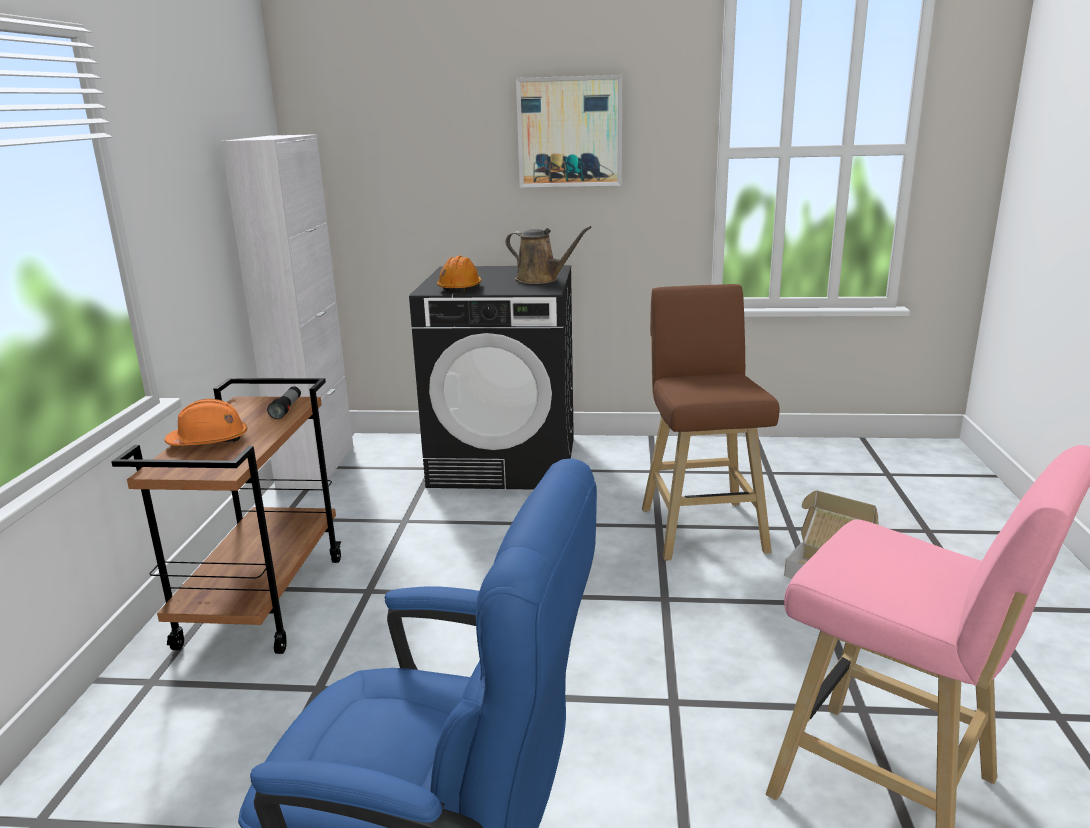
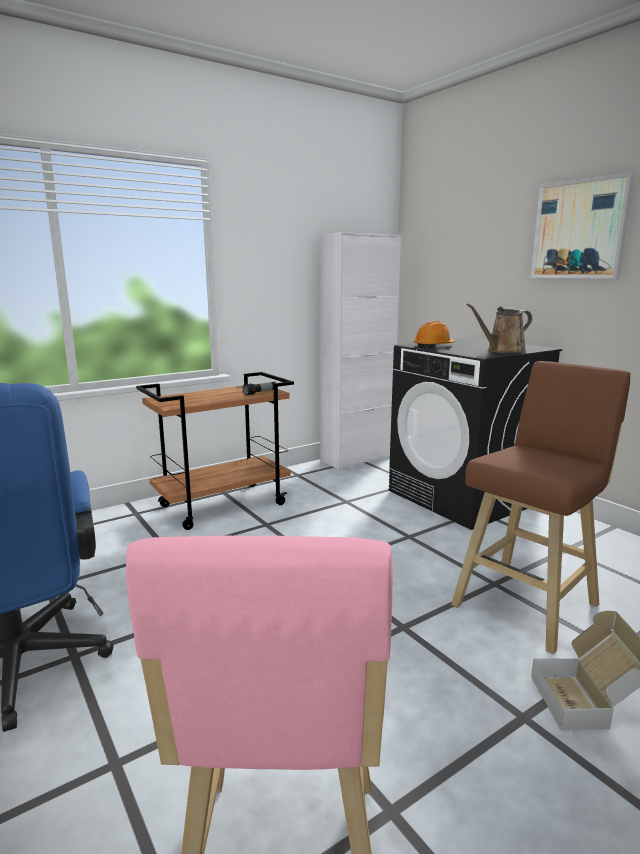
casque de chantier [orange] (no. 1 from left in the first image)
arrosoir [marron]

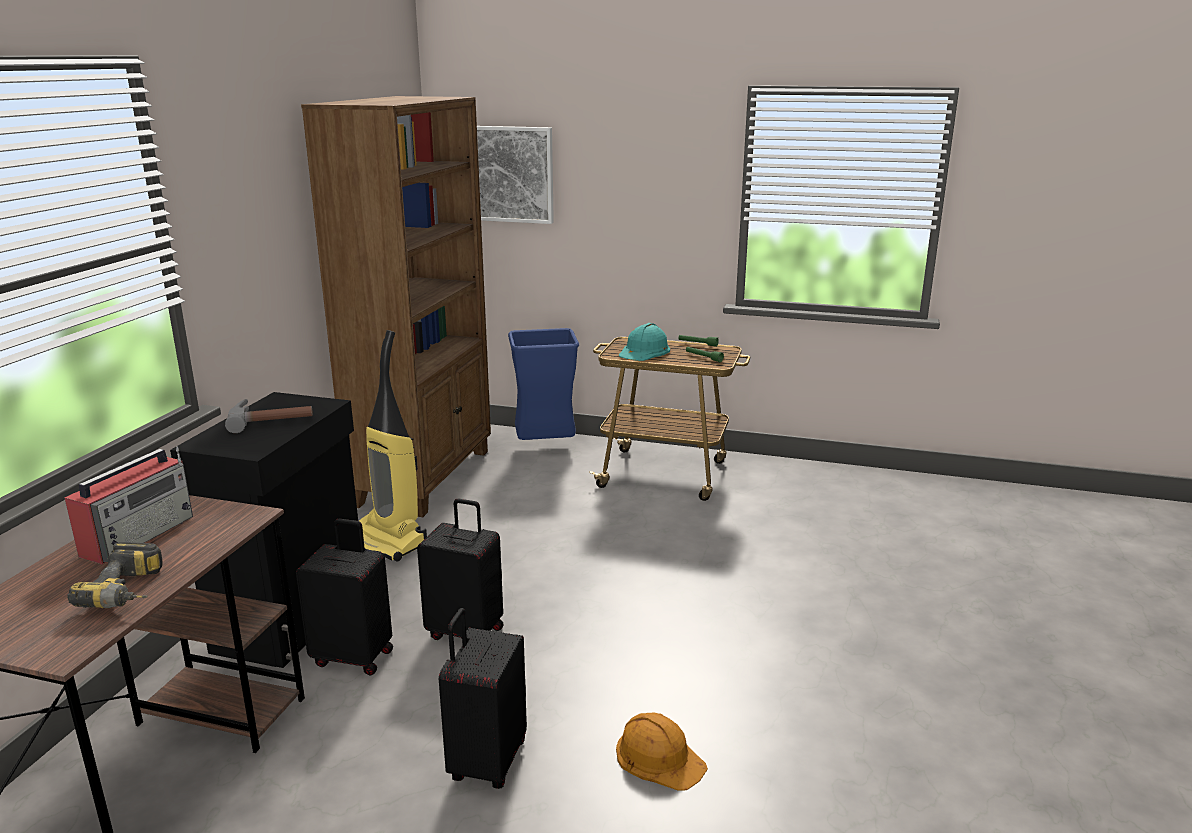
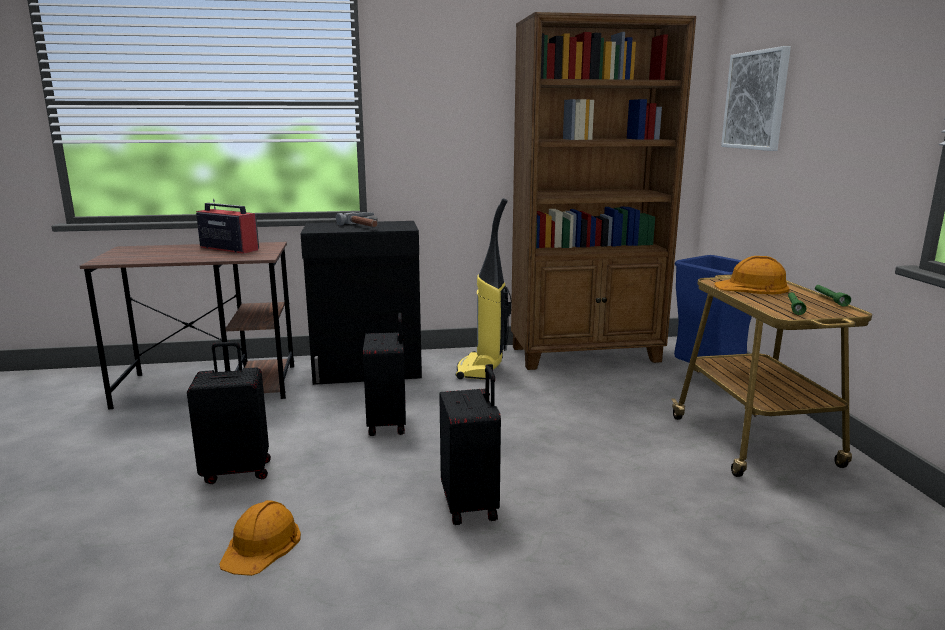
perceuse
valise [noir] (no. 3 from left)
casque de chantier [orange] (no. 2 from left)
radio

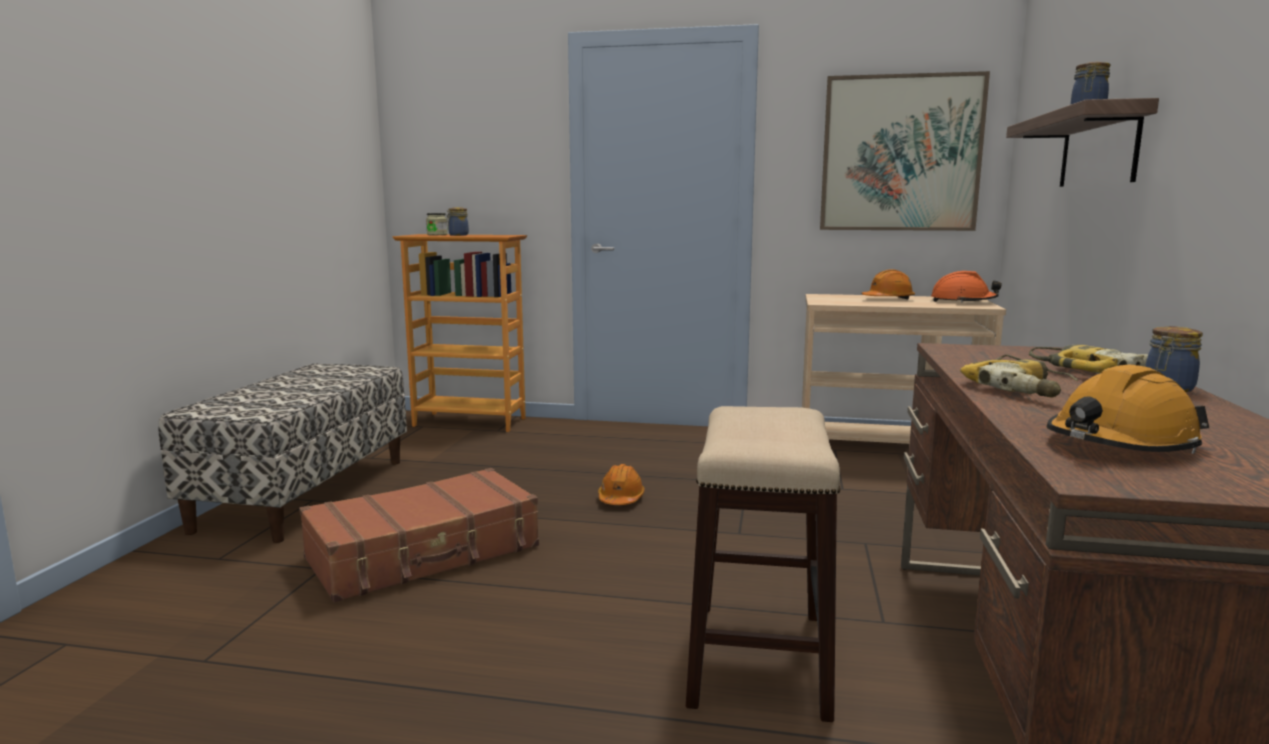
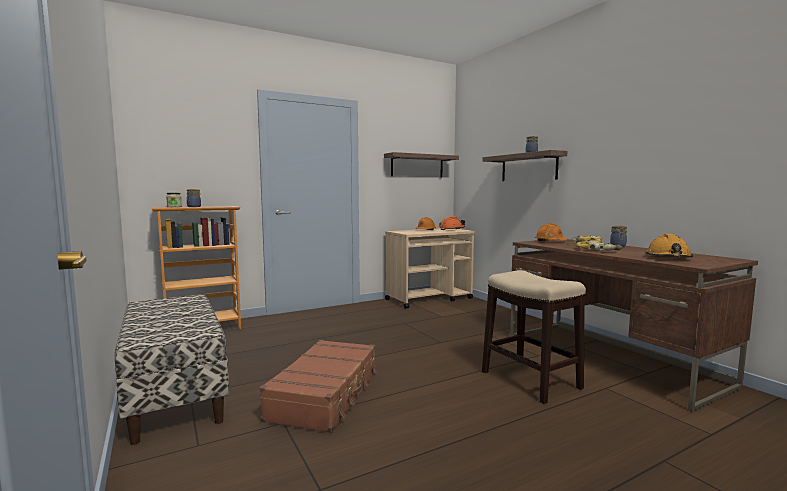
casque de chantier [orange] (no. 3 from left)
étagère (no. 1 from left)

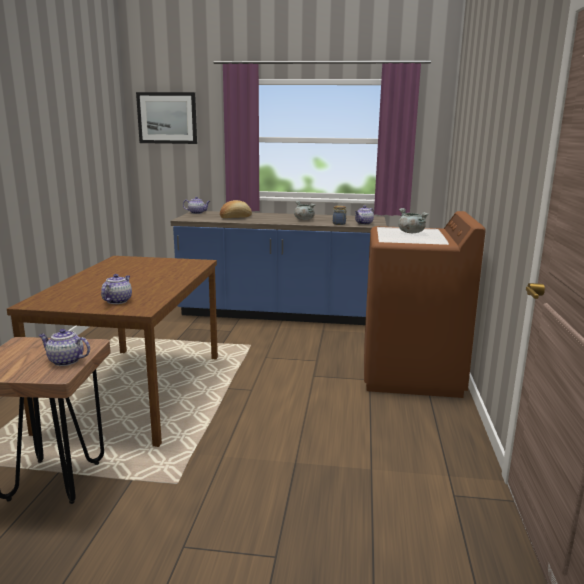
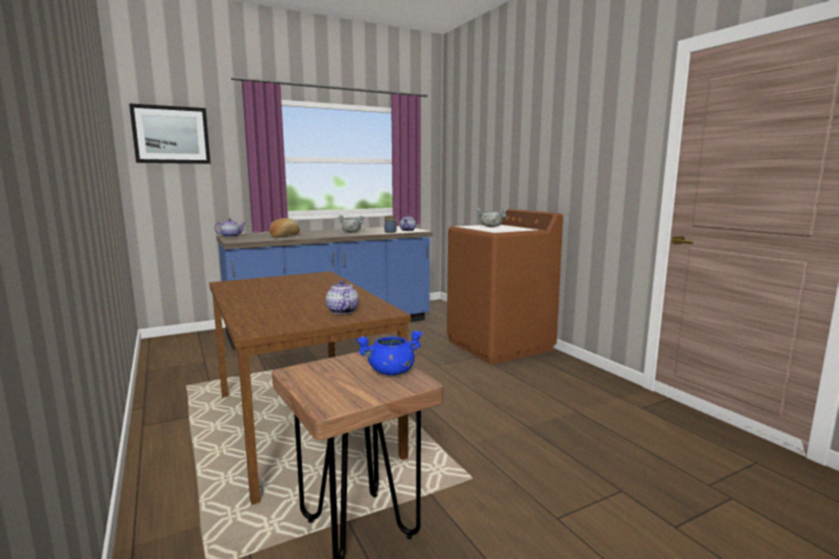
marmite [bleu]

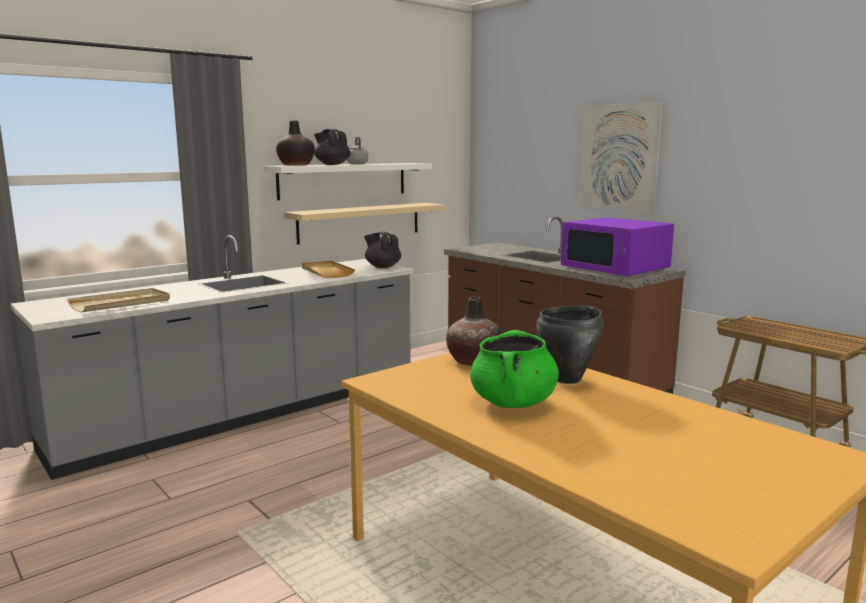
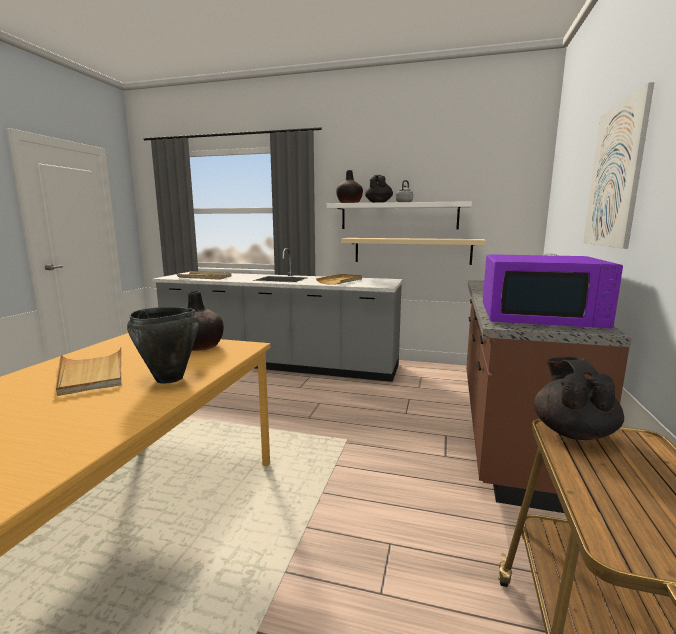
théière [noir] (no. 2 from left)
plateau [beige] (no. 1 from left)
micro-ondes [violet]

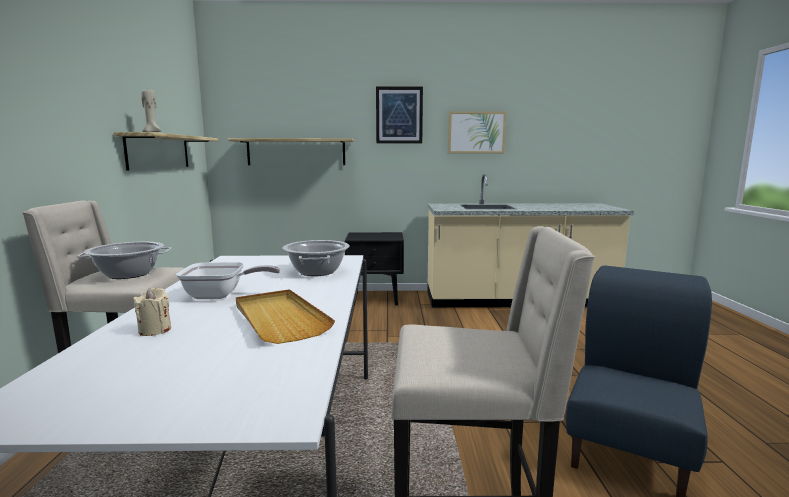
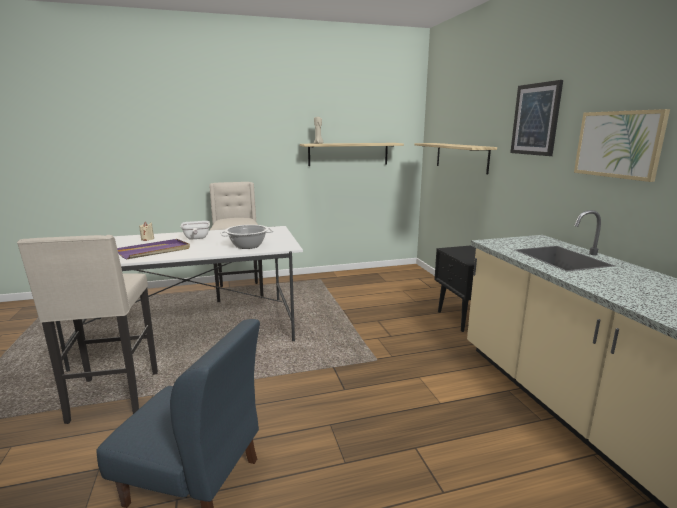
marmite (no. 1 from left in the first image)
plateau [violet]

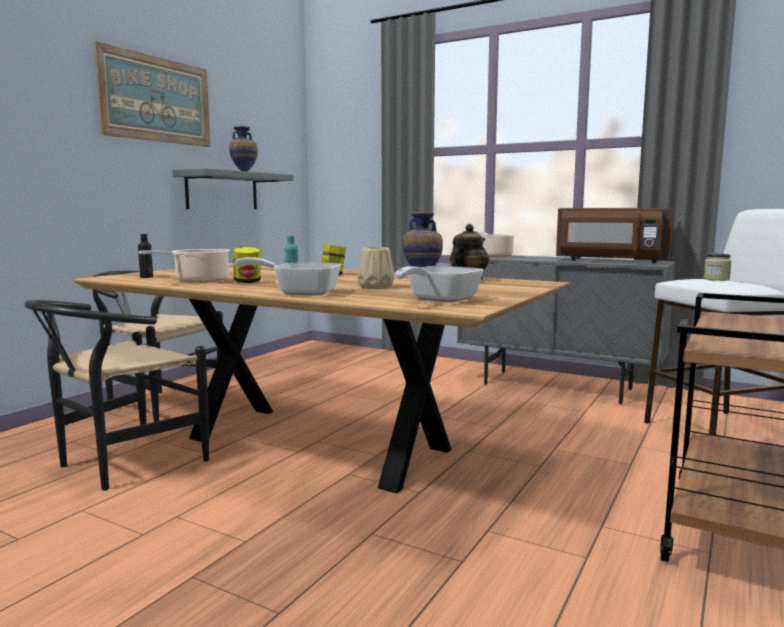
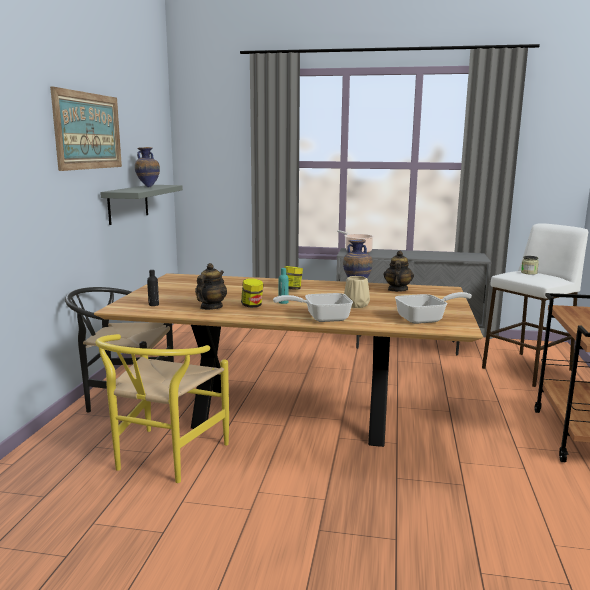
micro-ondes [marron]
théière (no. 1 from left)
chaise [jaune]
poêle (no. 2 from left)

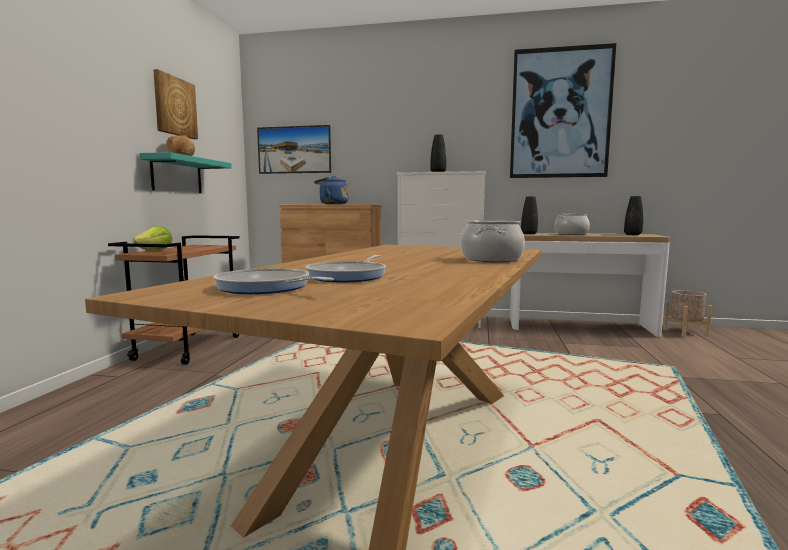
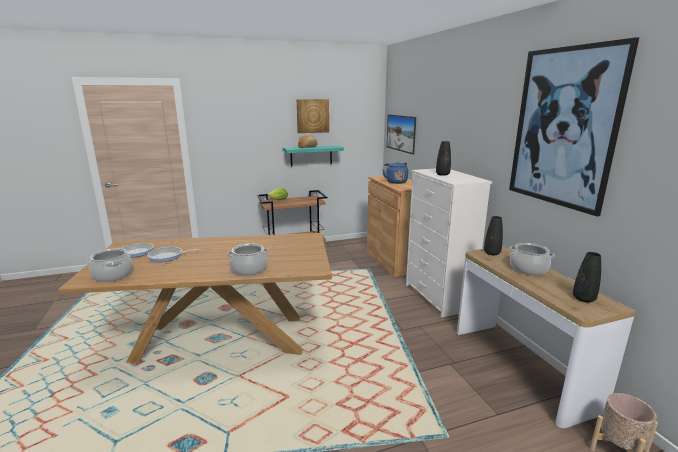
marmite (no. 1 from left)

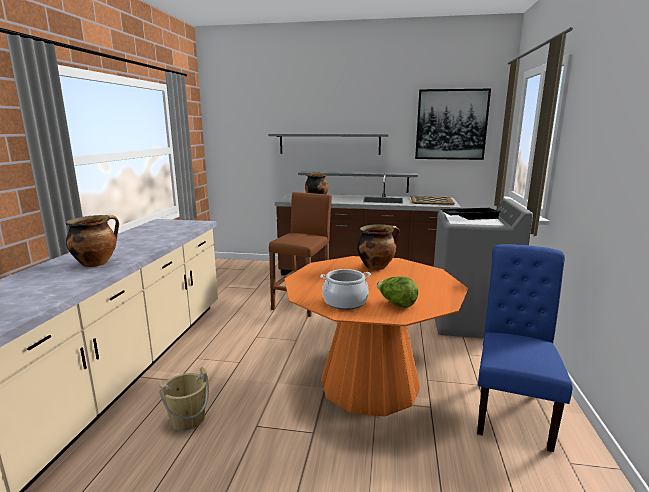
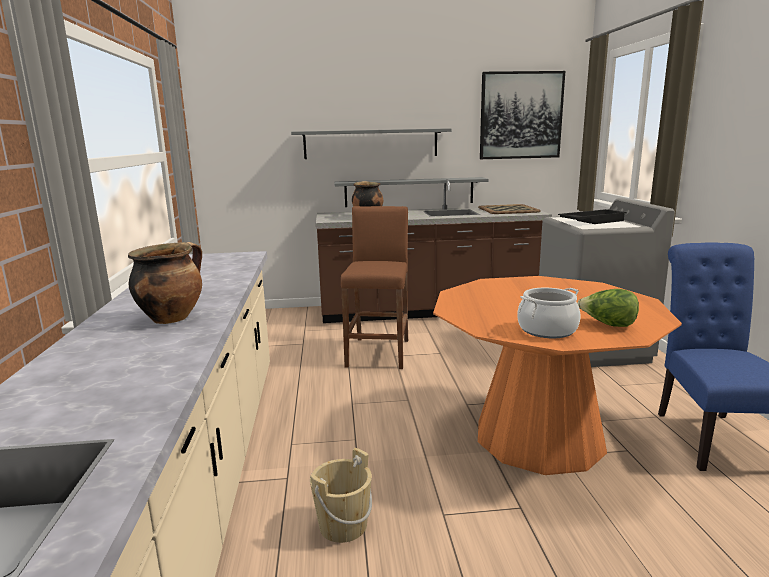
marmite (no. 4 from left in the first image)

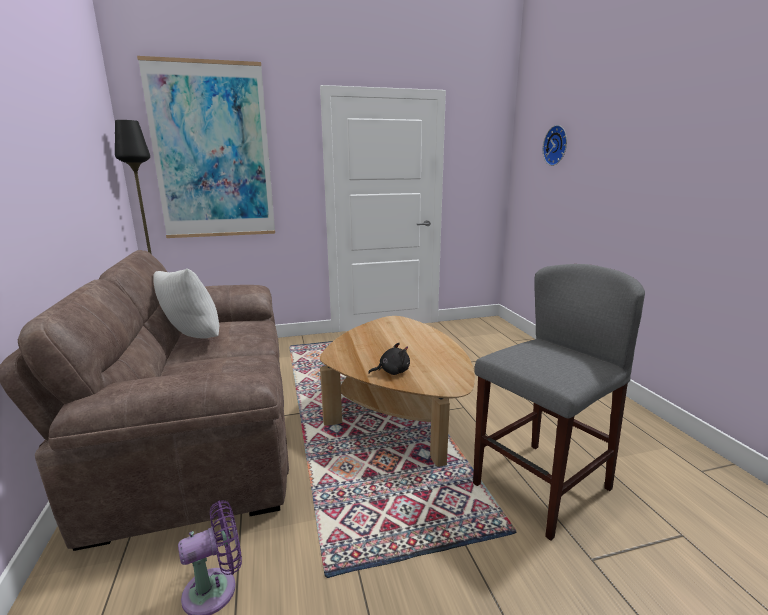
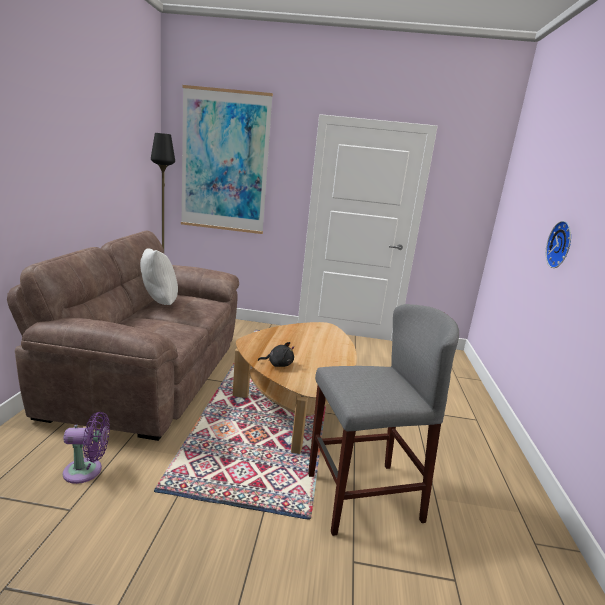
horloge murale

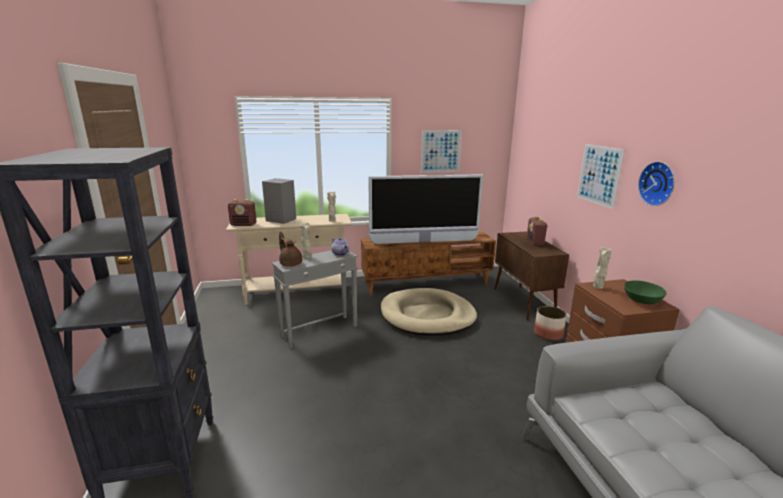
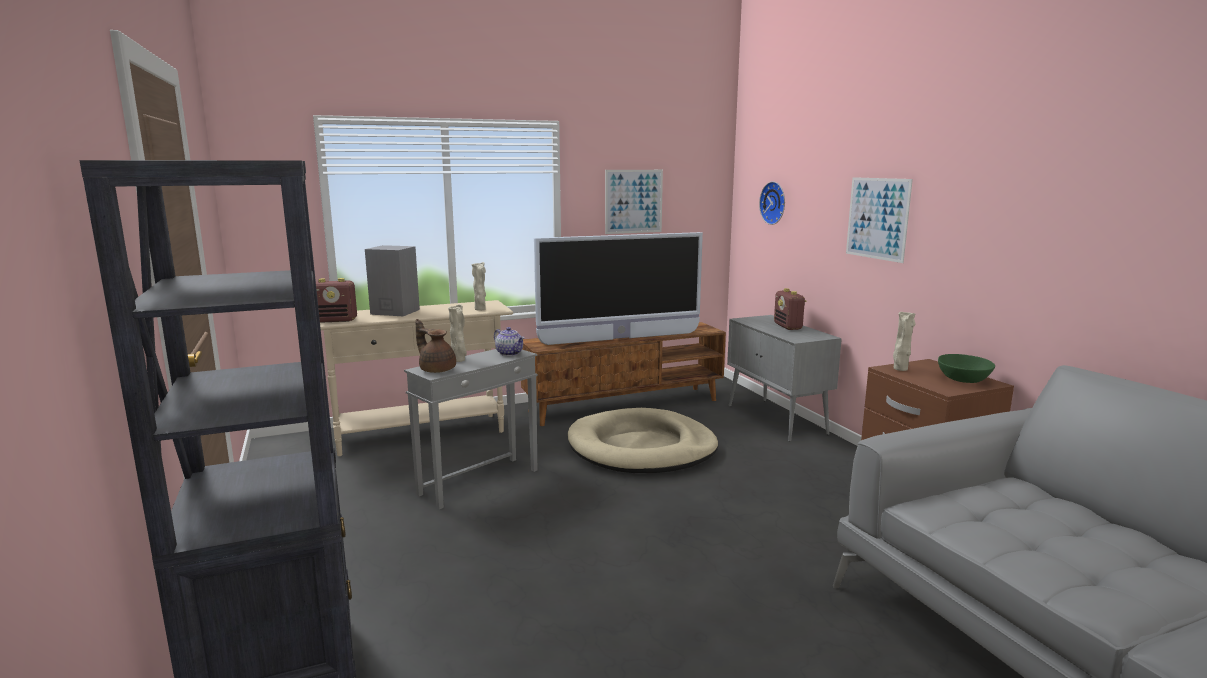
cache-pot
horloge murale
meuble de rangement [gris]

